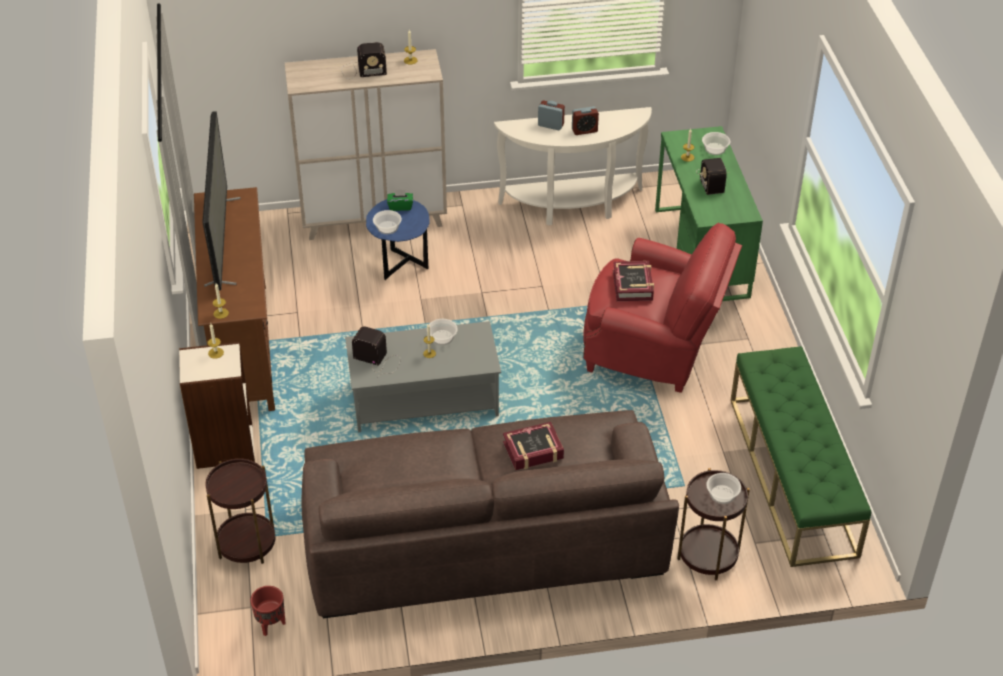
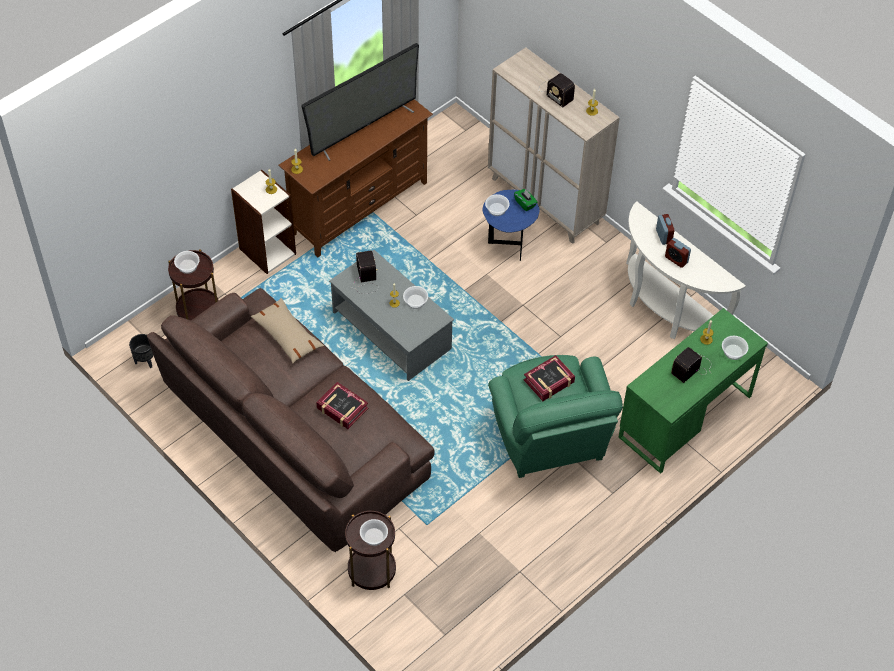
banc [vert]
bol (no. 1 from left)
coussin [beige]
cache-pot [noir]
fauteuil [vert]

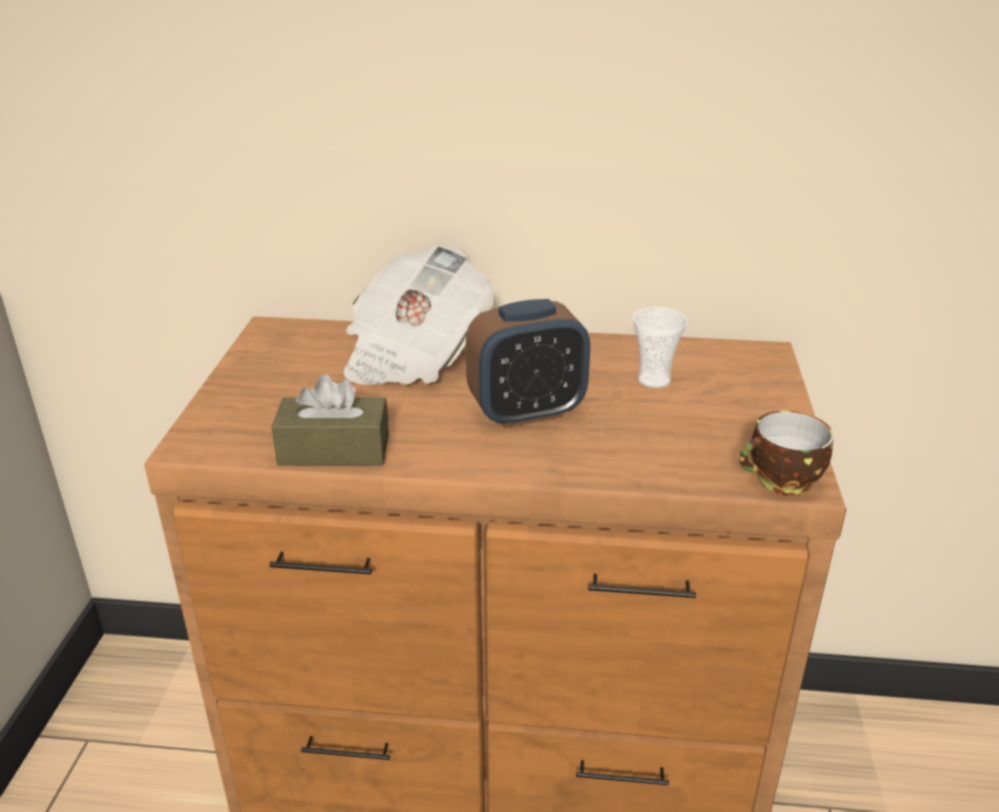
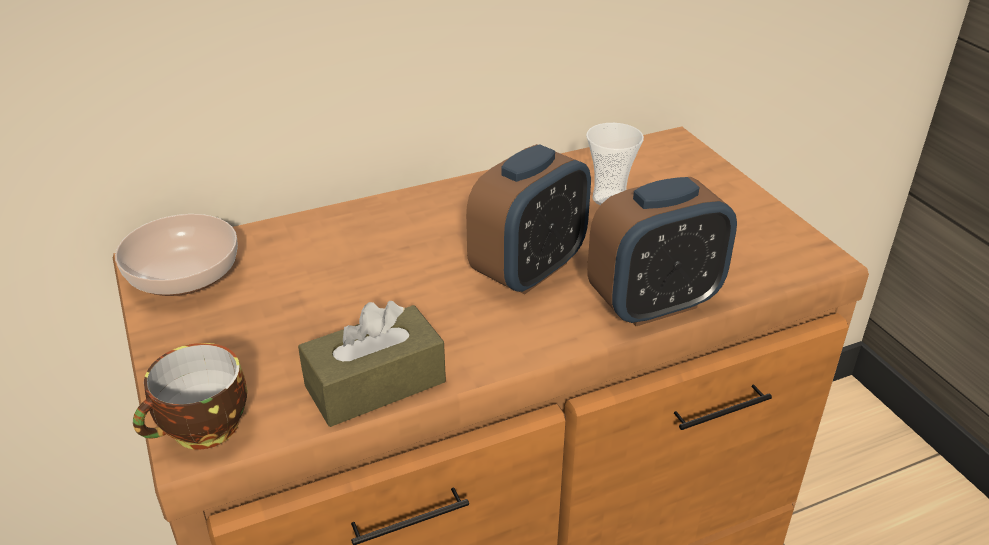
journal
bol
réveil (no. 2 from left)
tasse (no. 1 from left)

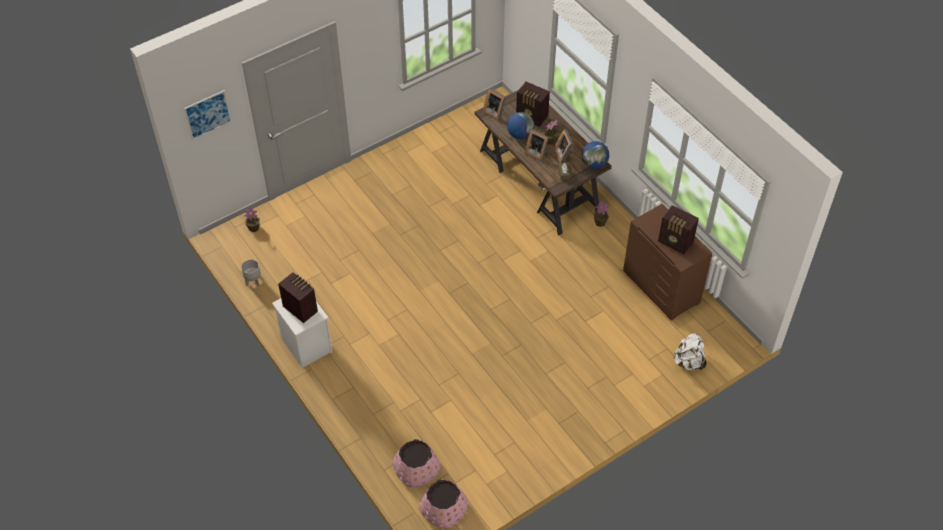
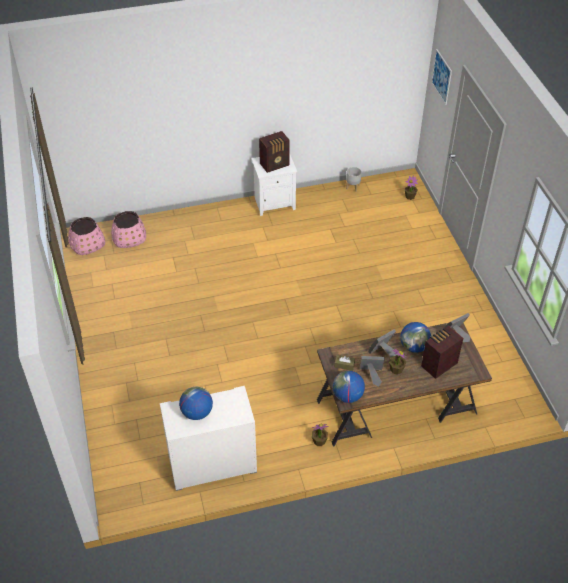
sac à dos [blanc]
globe (no. 1 from left)
commode [blanc]

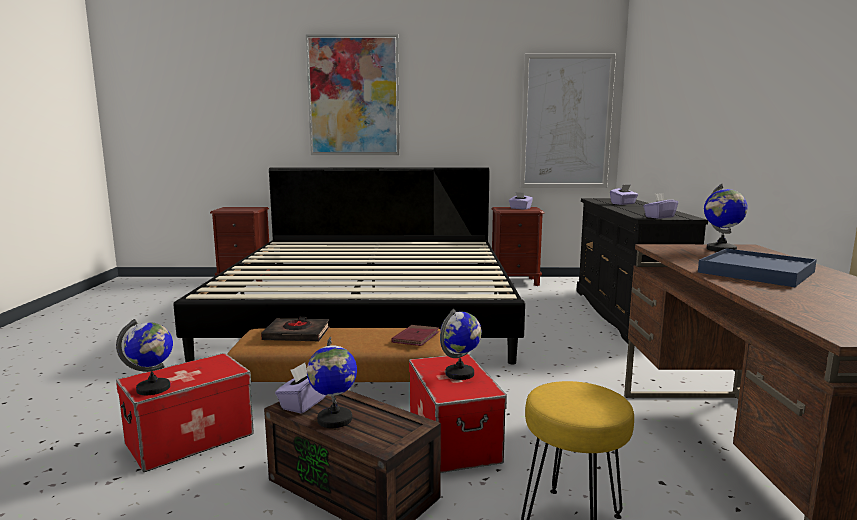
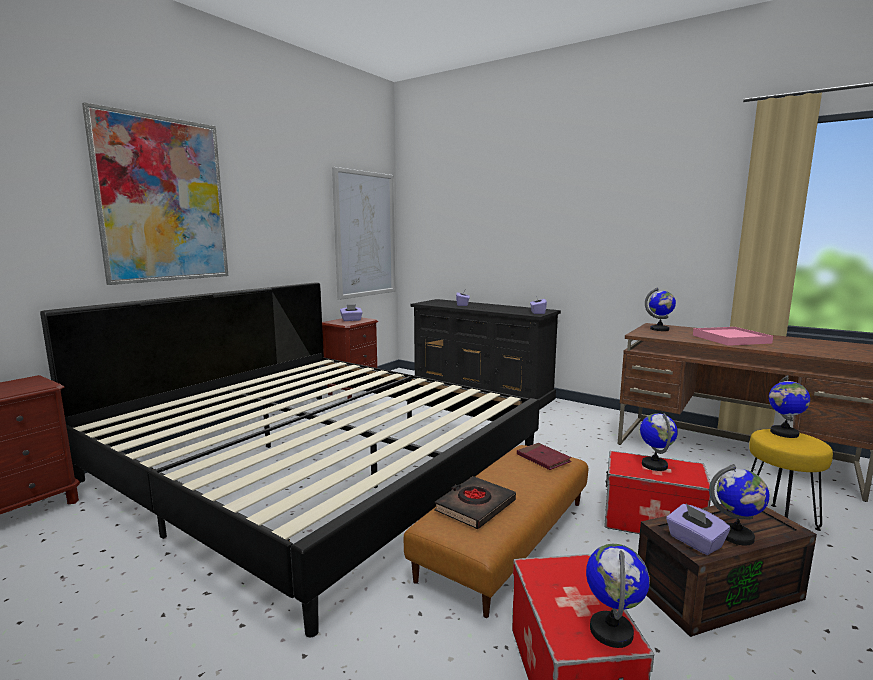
globe (no. 5 from left)
plateau [rose]

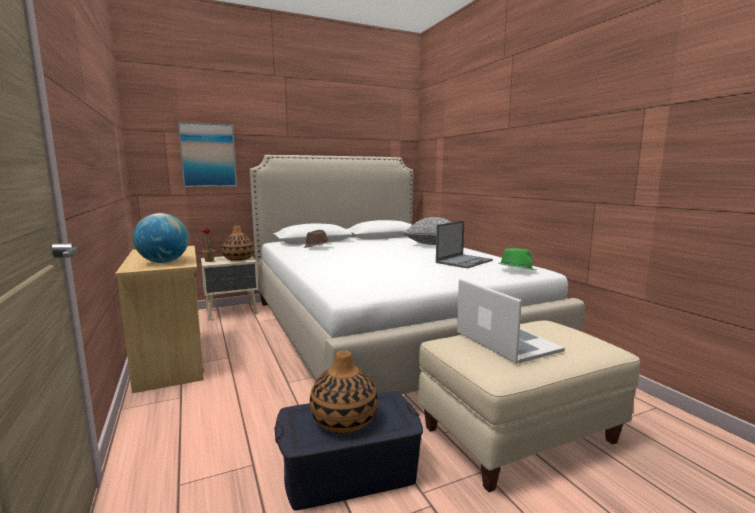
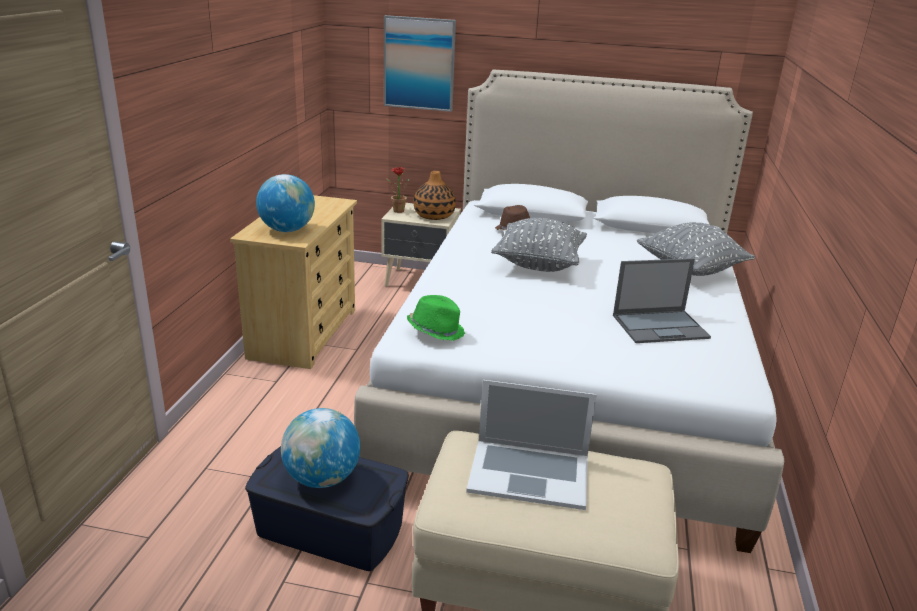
coussin [gris] (no. 1 from left)
chapeau [vert]
globe (no. 2 from left)
ordinateur portable (no. 1 from left)

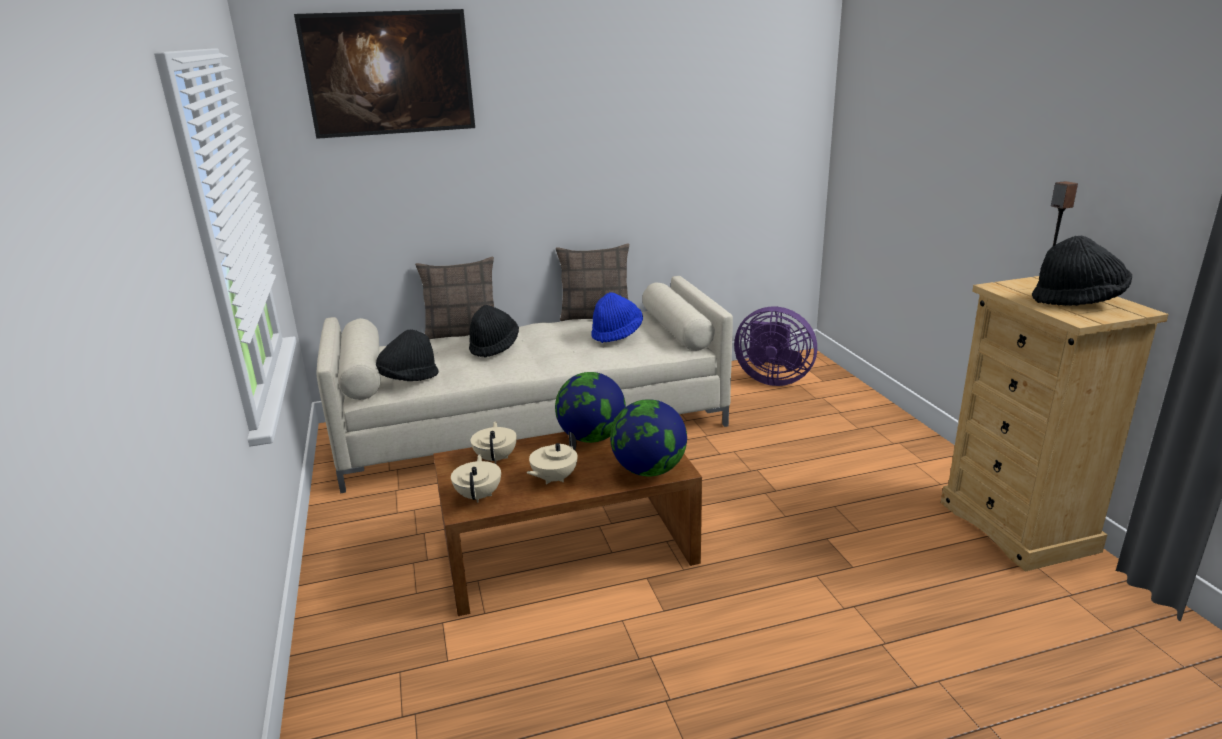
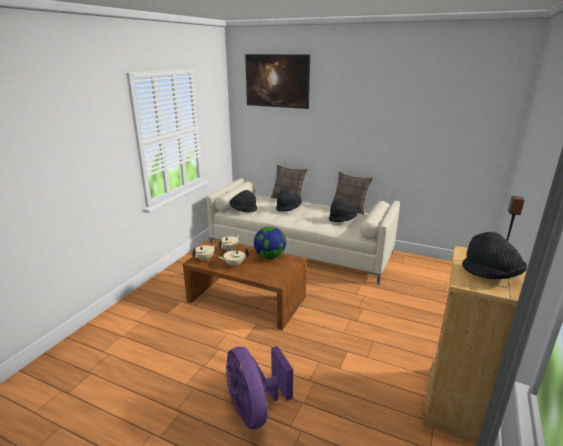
globe (no. 2 from left in the first image)
ventilateur [violet]
chapeau [noir] (no. 3 from left)

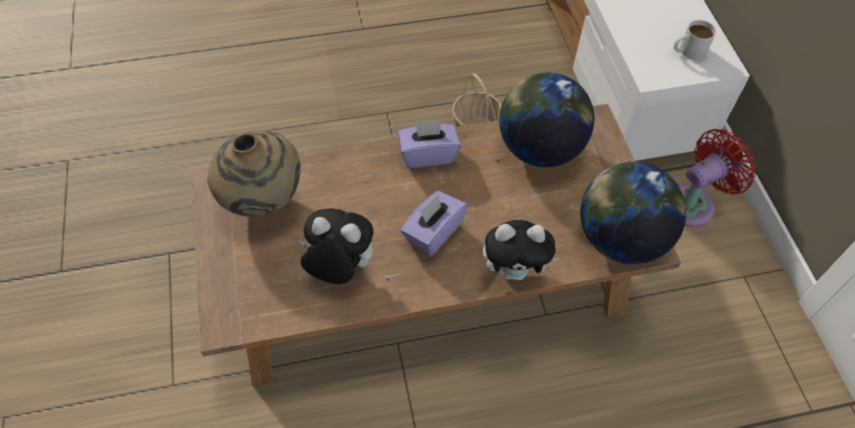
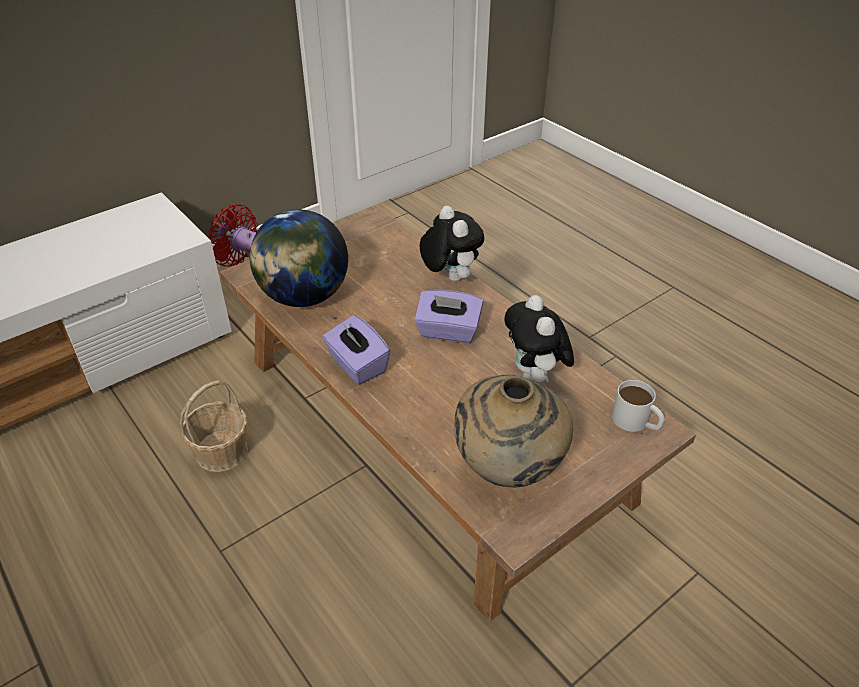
globe (no. 2 from left in the first image)
mug [blanc]

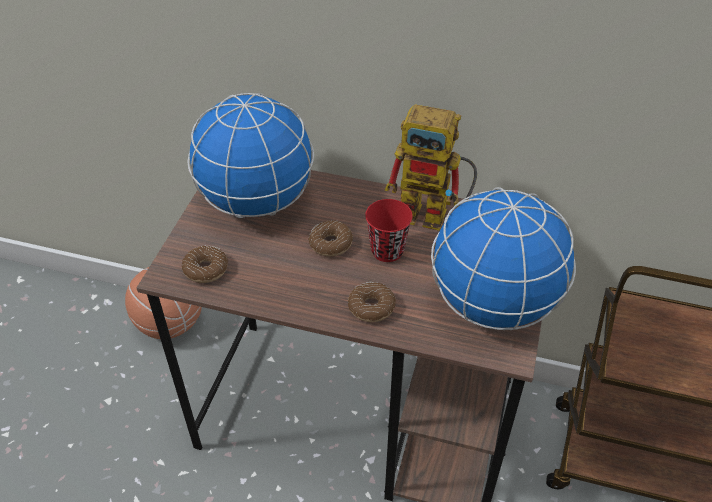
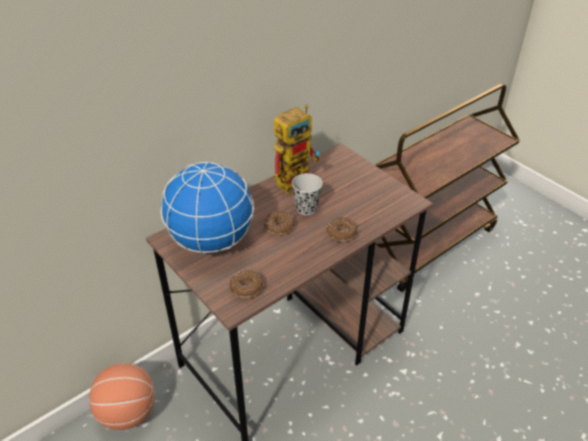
globe (no. 2 from left in the first image)
tasse [noir]

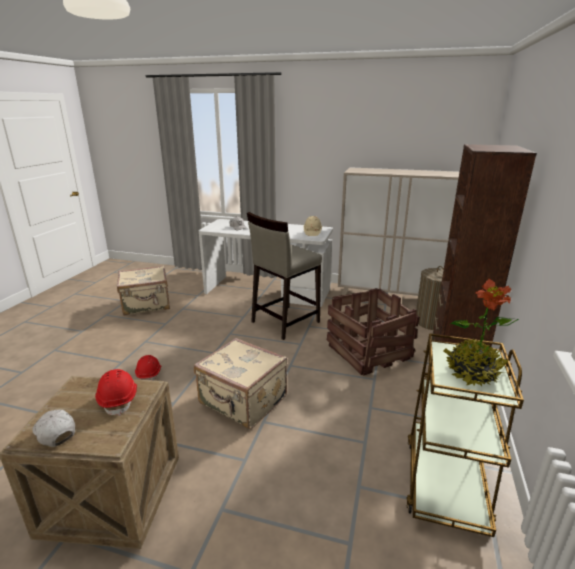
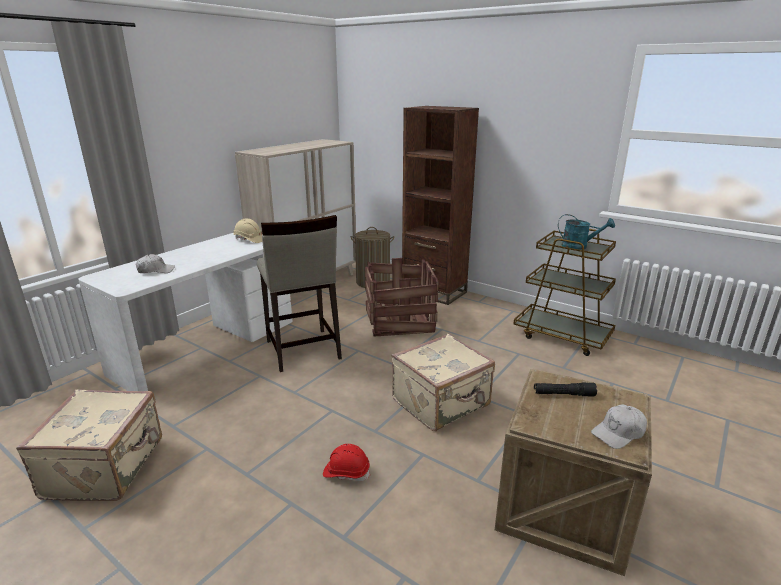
lampe de poche [noir]
arrosoir [turquoise]

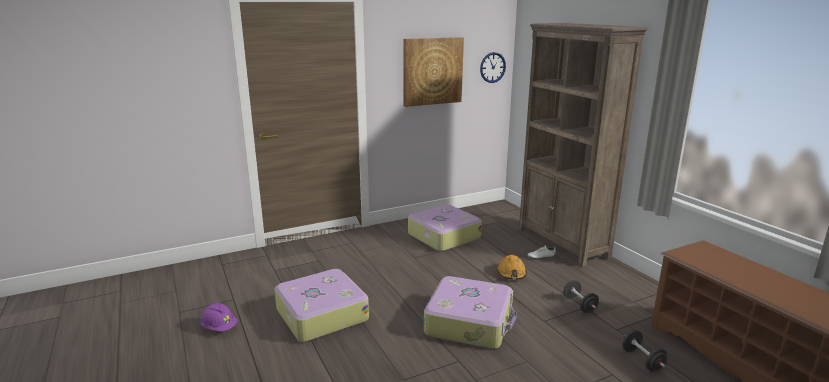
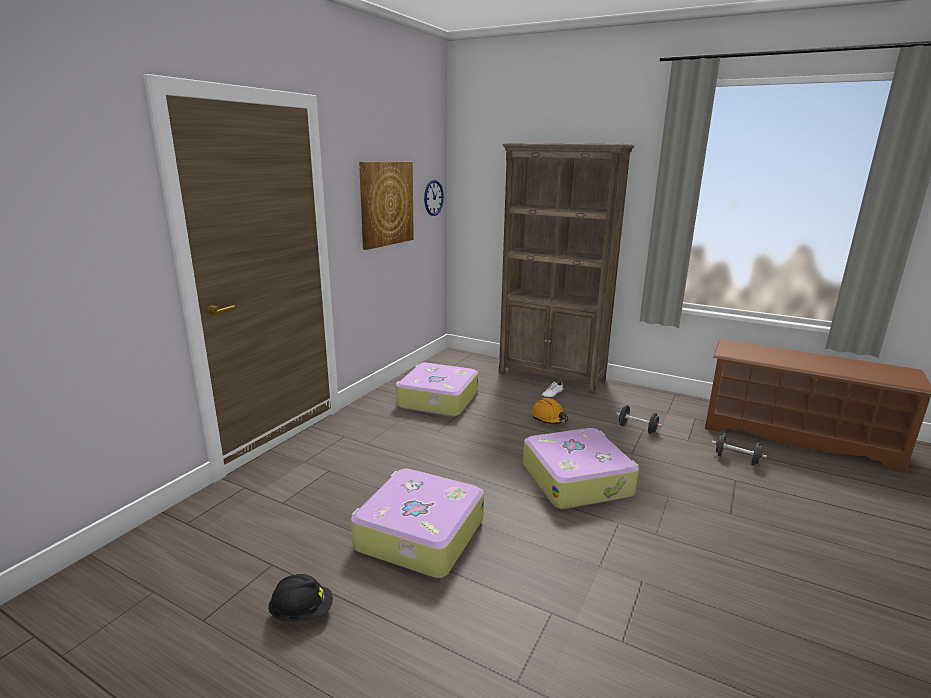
casque de chantier [noir]

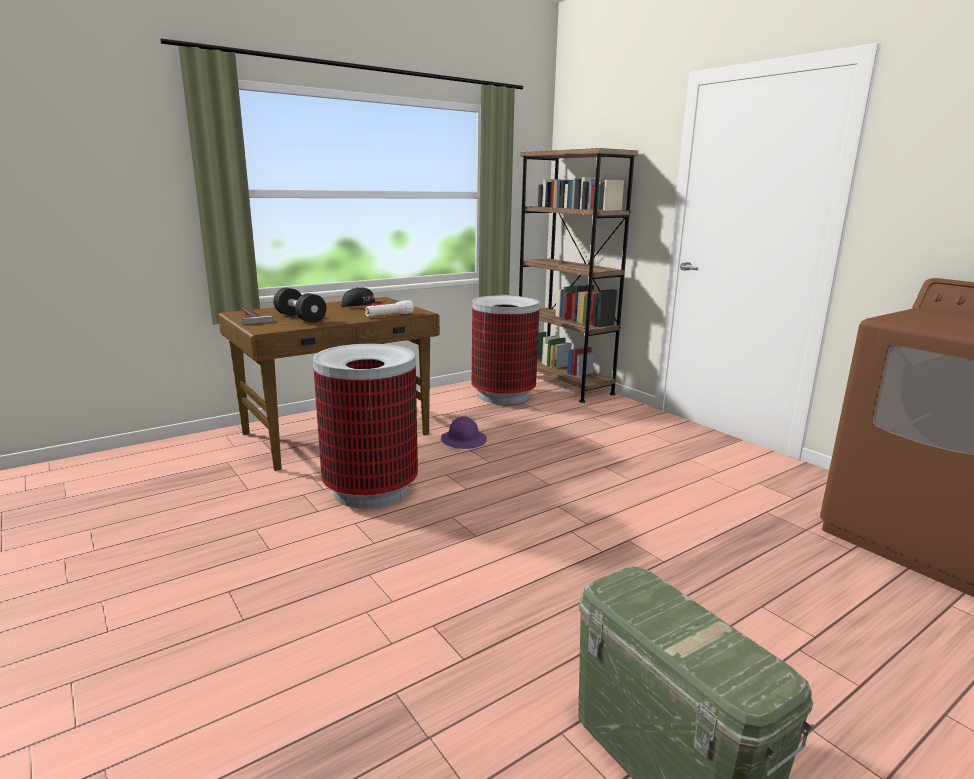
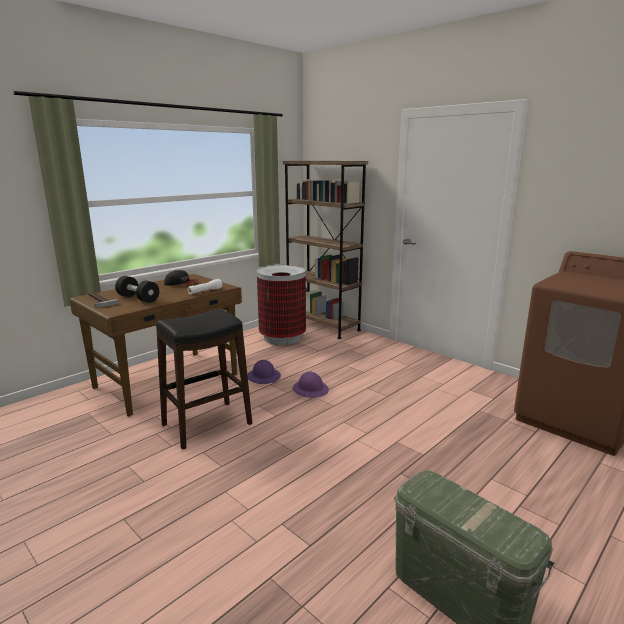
casque de chantier [violet] (no. 2 from left)
tabouret [noir]

